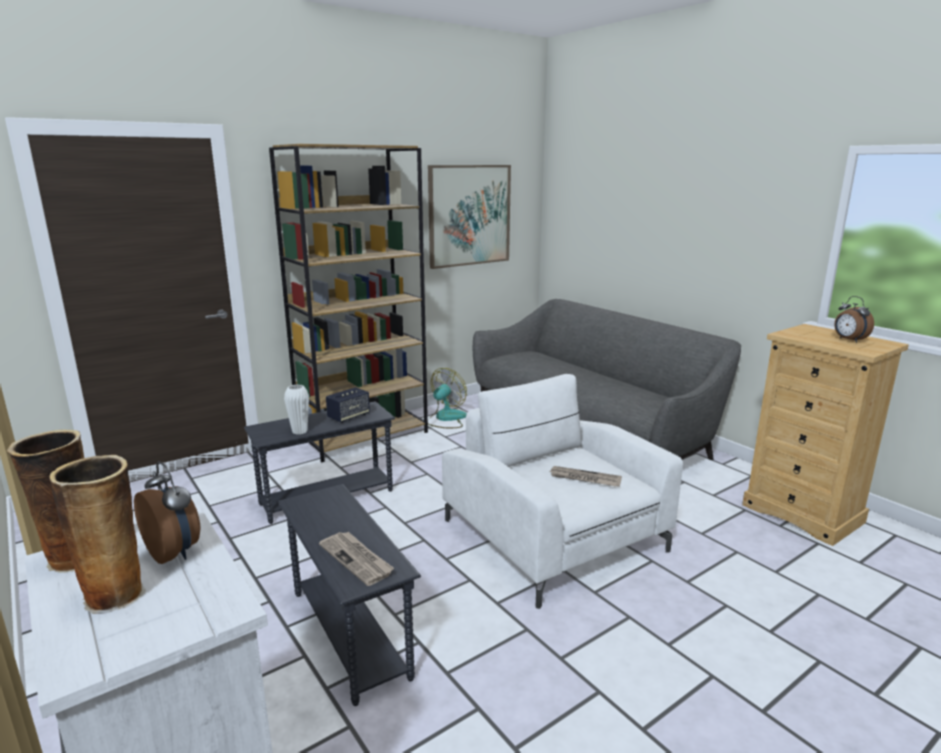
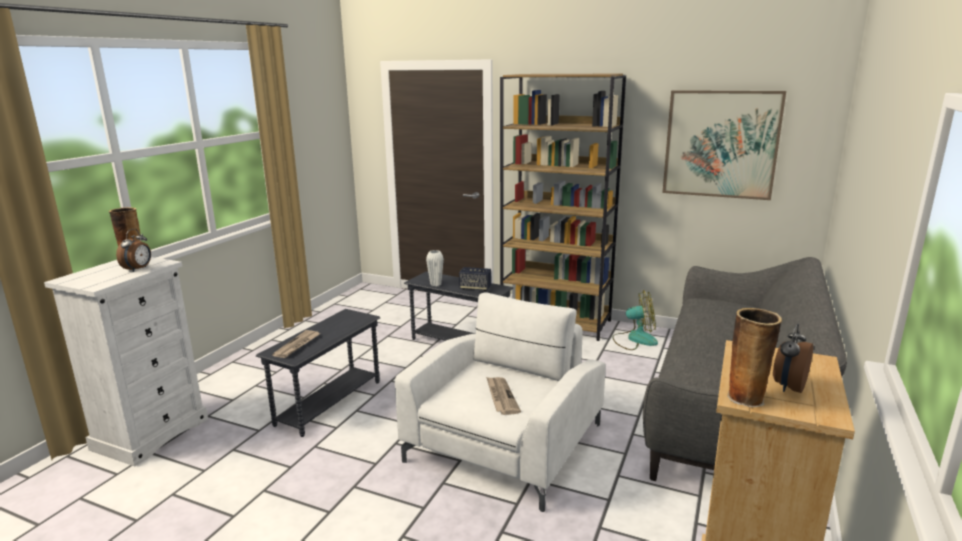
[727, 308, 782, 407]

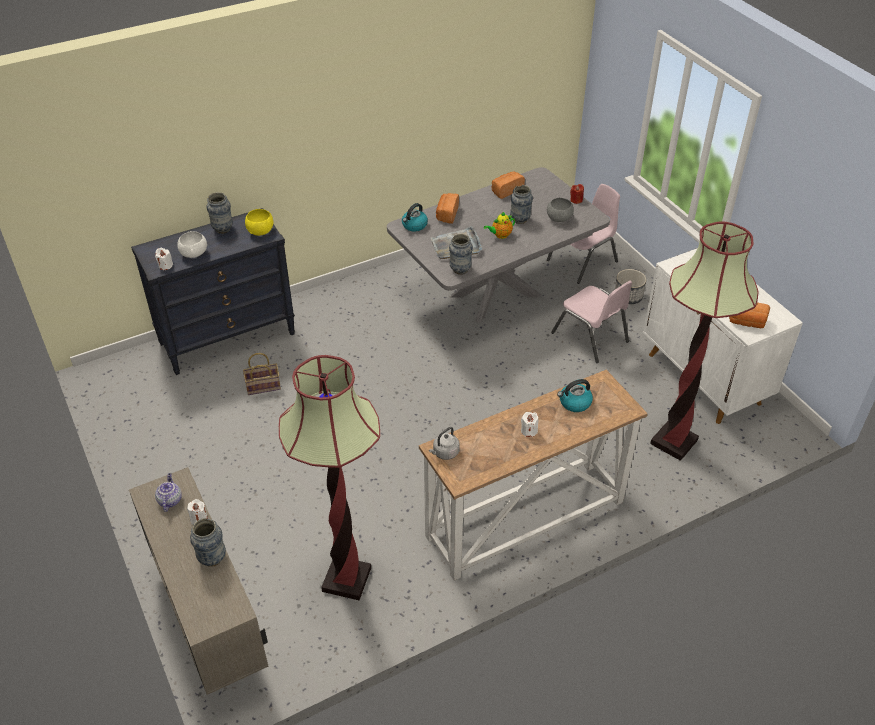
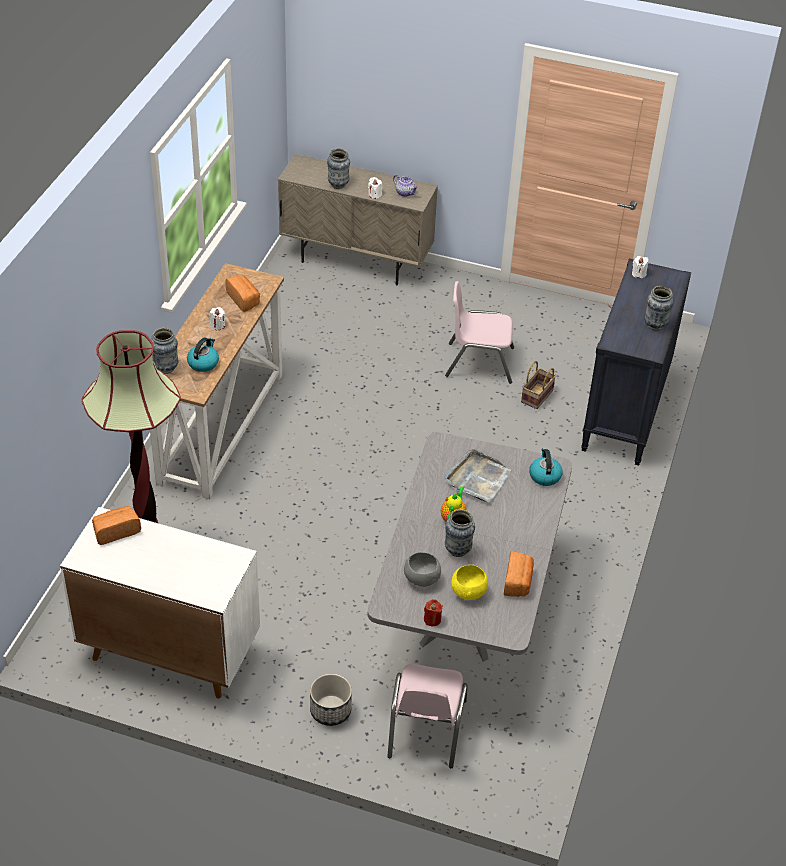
[151, 328, 179, 374]
[225, 275, 260, 312]
[445, 281, 514, 384]
[451, 565, 488, 600]
[177, 231, 207, 258] (first image)
[279, 355, 380, 600] (first image)
[429, 427, 460, 460] (first image)

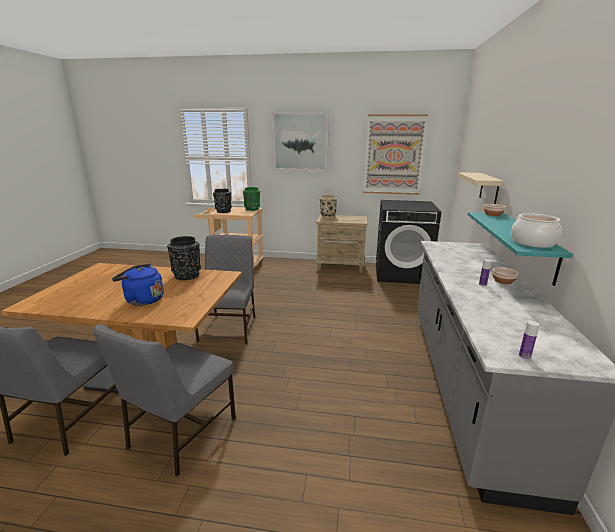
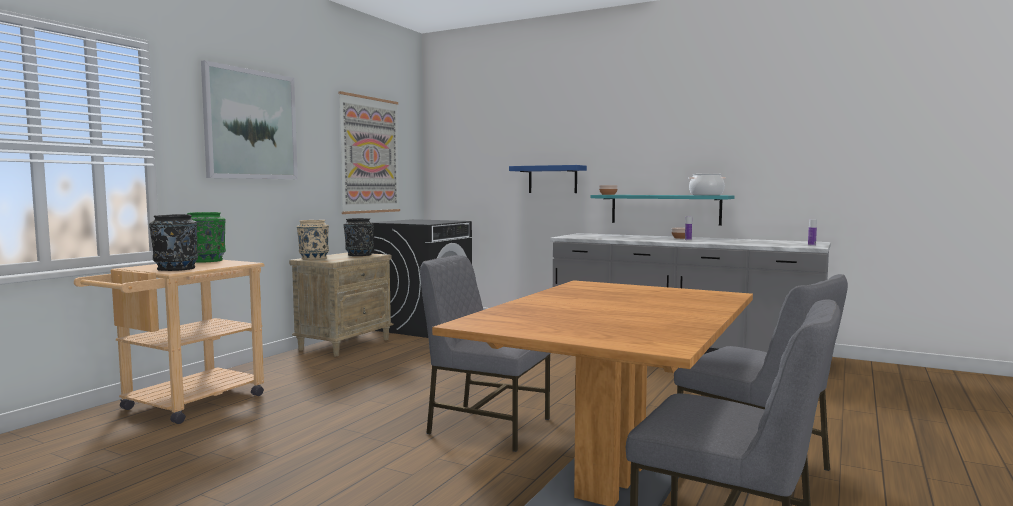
[343, 218, 374, 256]
[509, 165, 587, 193]
[112, 264, 164, 306] (first image)

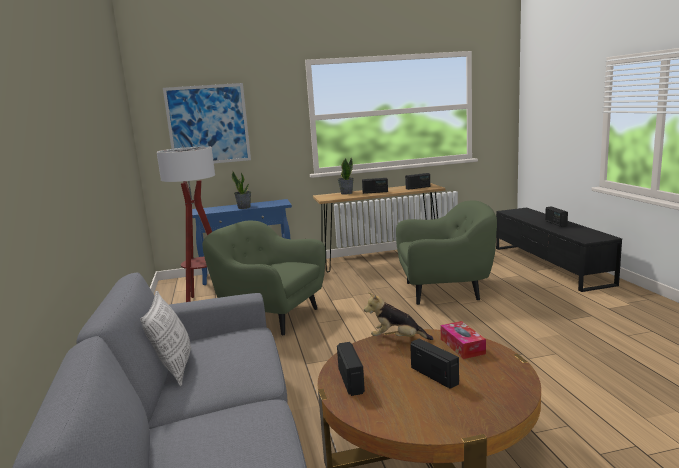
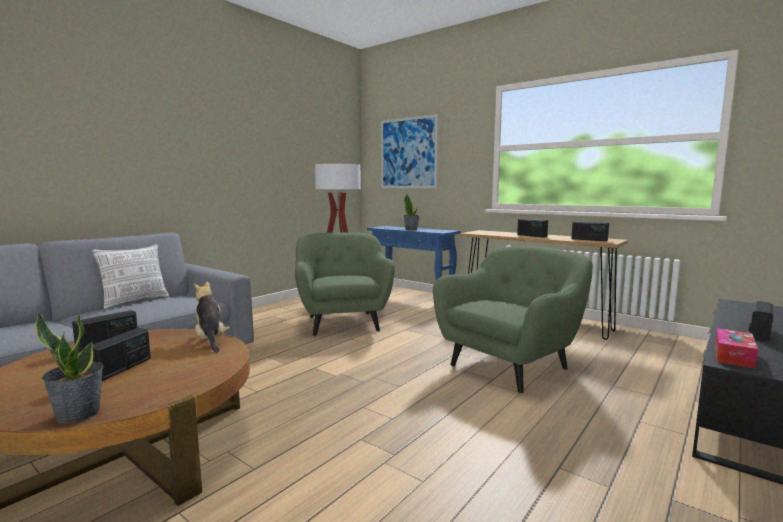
[35, 311, 104, 423]
[433, 246, 593, 393]
[715, 328, 758, 369]

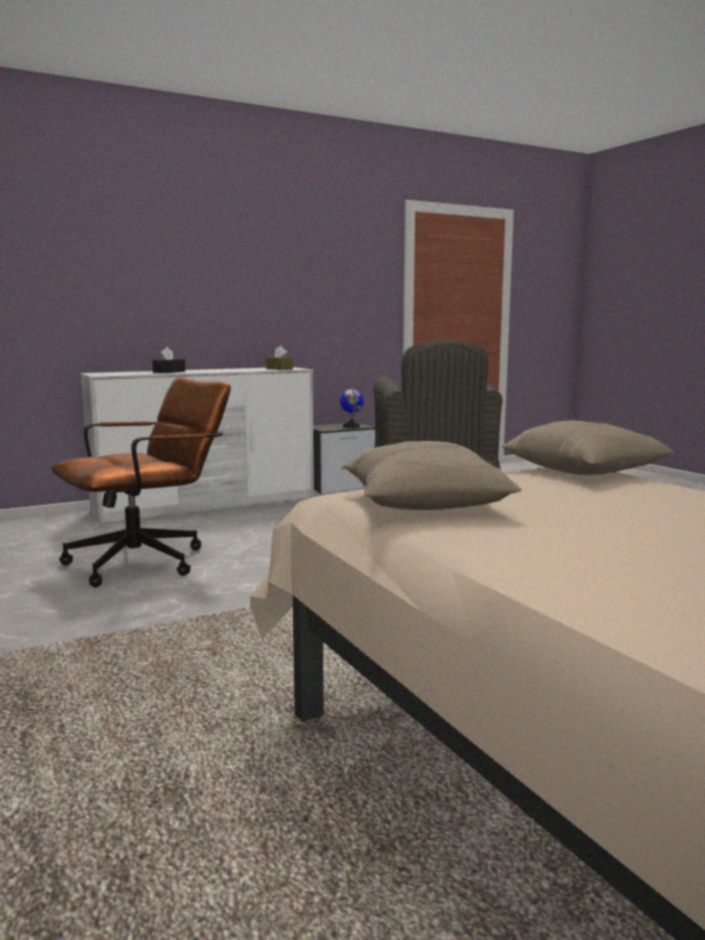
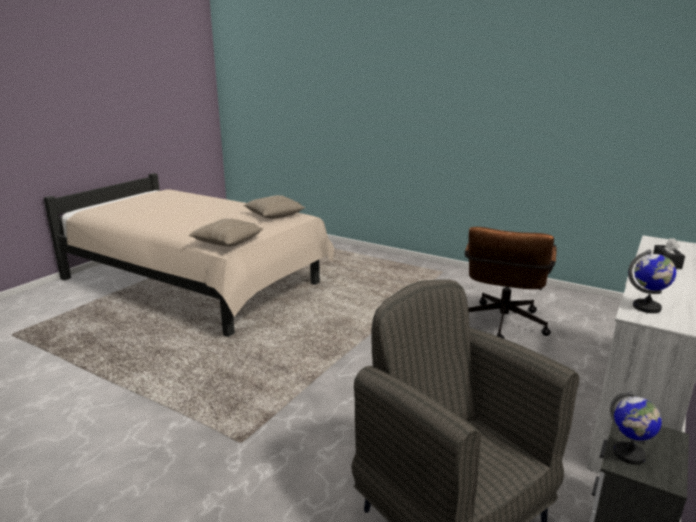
[628, 249, 676, 313]

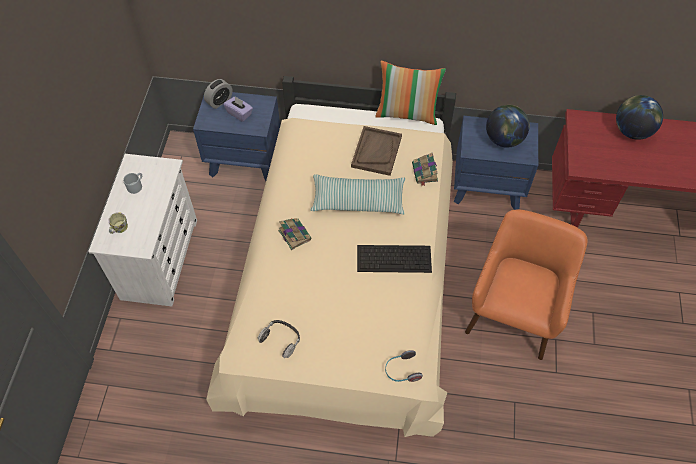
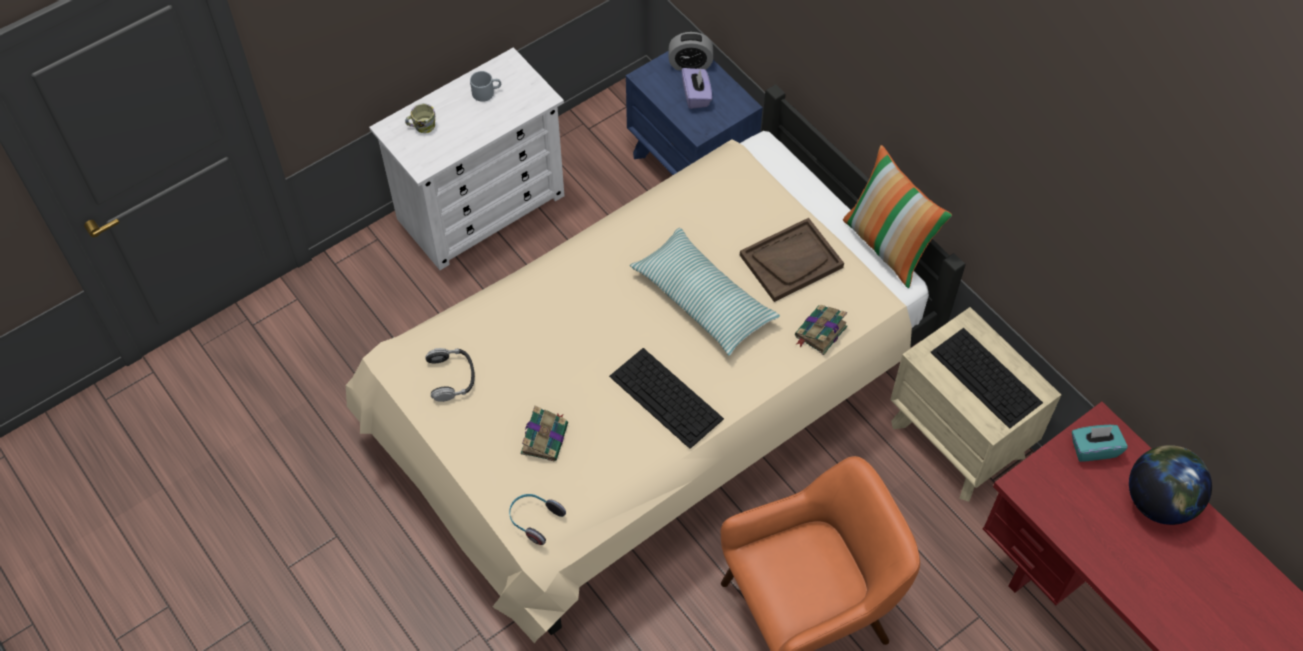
[521, 406, 568, 461]
[890, 307, 1061, 502]
[931, 328, 1043, 429]
[1072, 425, 1128, 462]

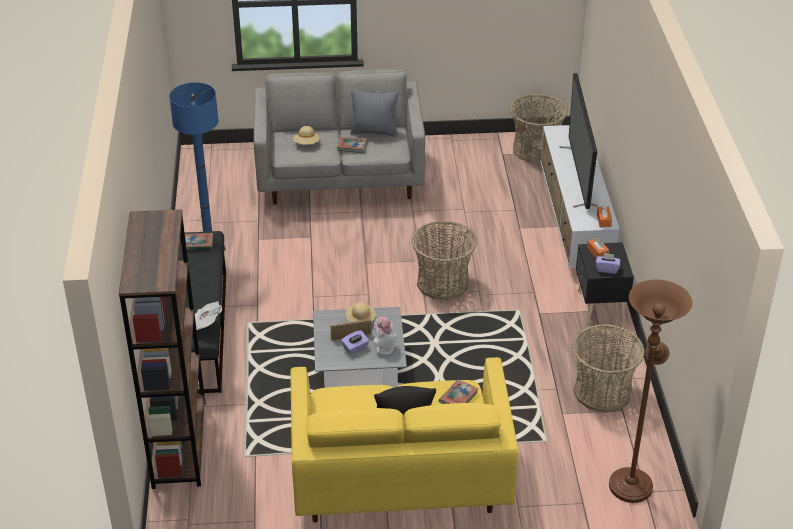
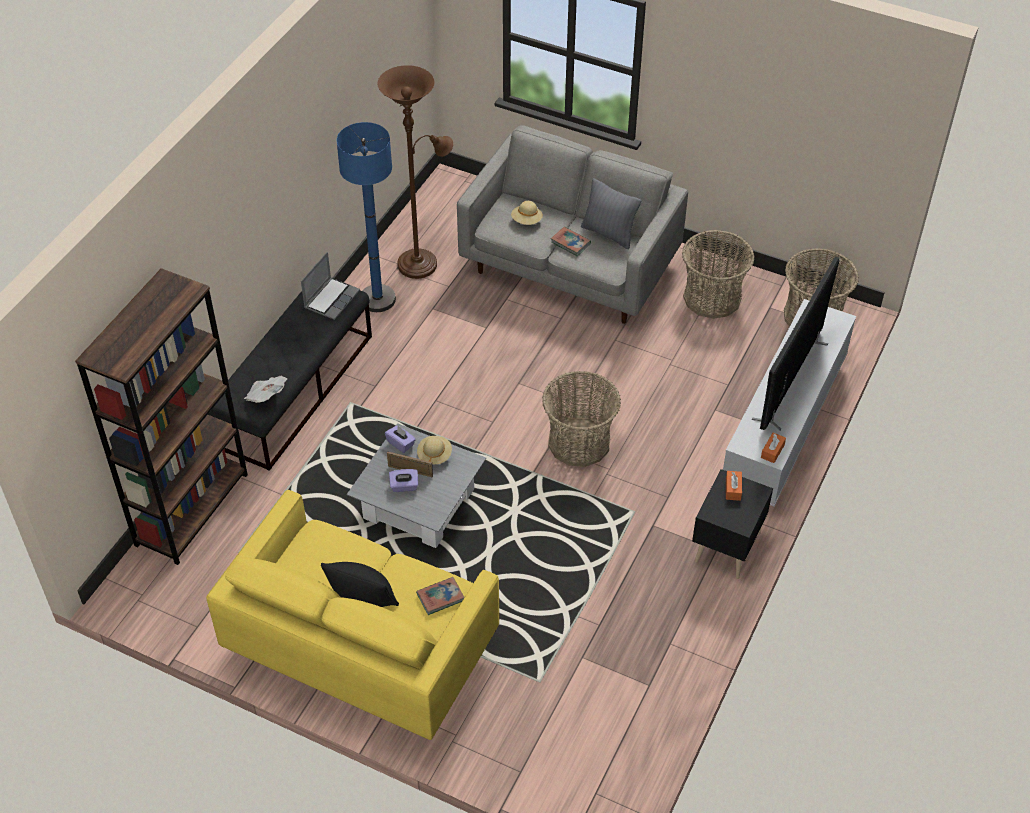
[301, 252, 360, 320]
[377, 65, 453, 279]
[385, 426, 416, 453]
[682, 230, 755, 319]
[373, 317, 397, 355] (first image)

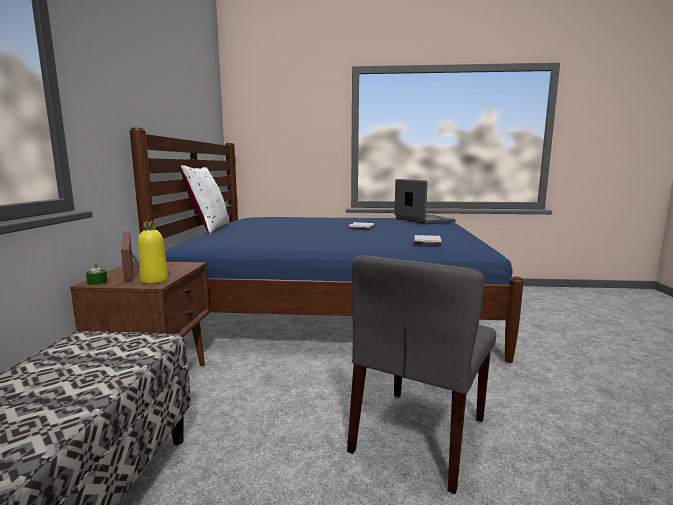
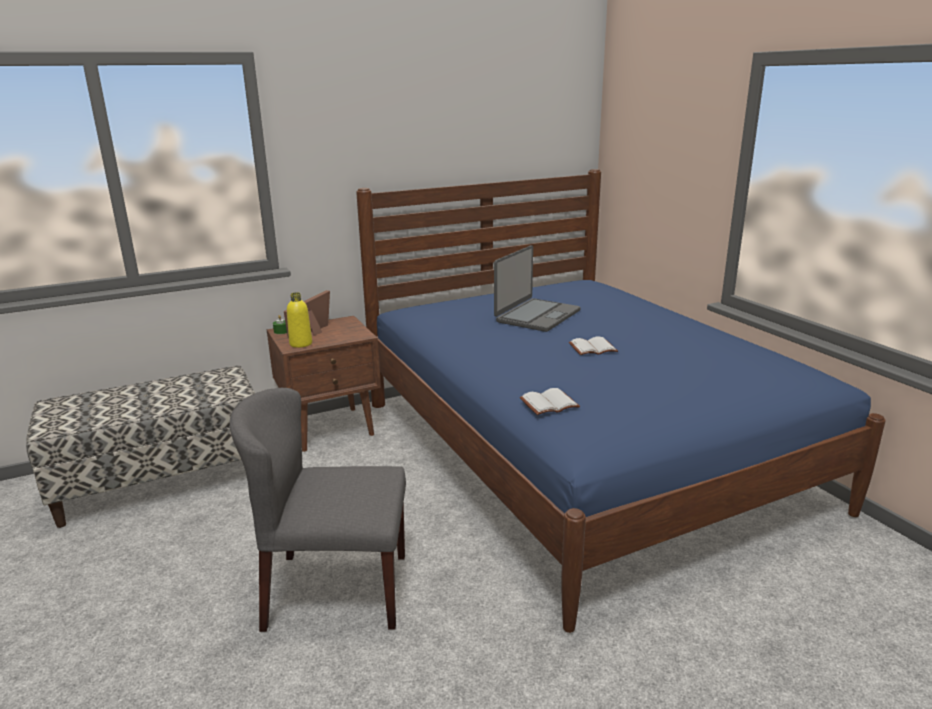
[494, 245, 580, 332]
[180, 165, 229, 234] (first image)

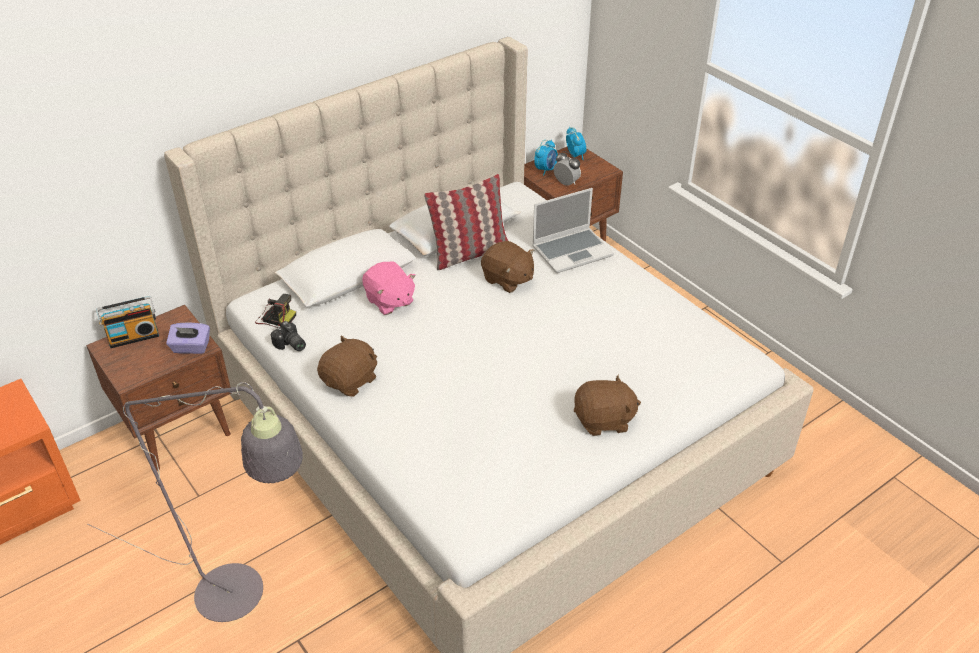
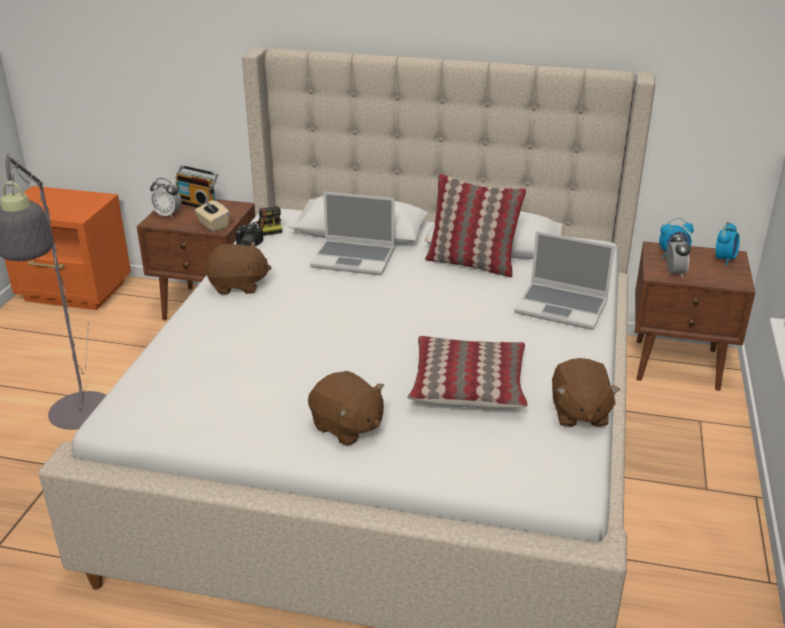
[150, 178, 182, 218]
[195, 199, 230, 232]
[310, 192, 395, 275]
[407, 336, 528, 409]
[552, 358, 621, 427]

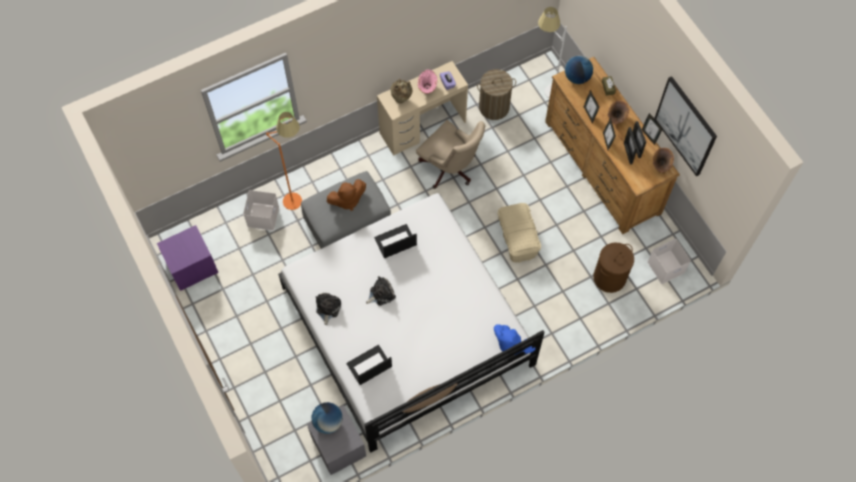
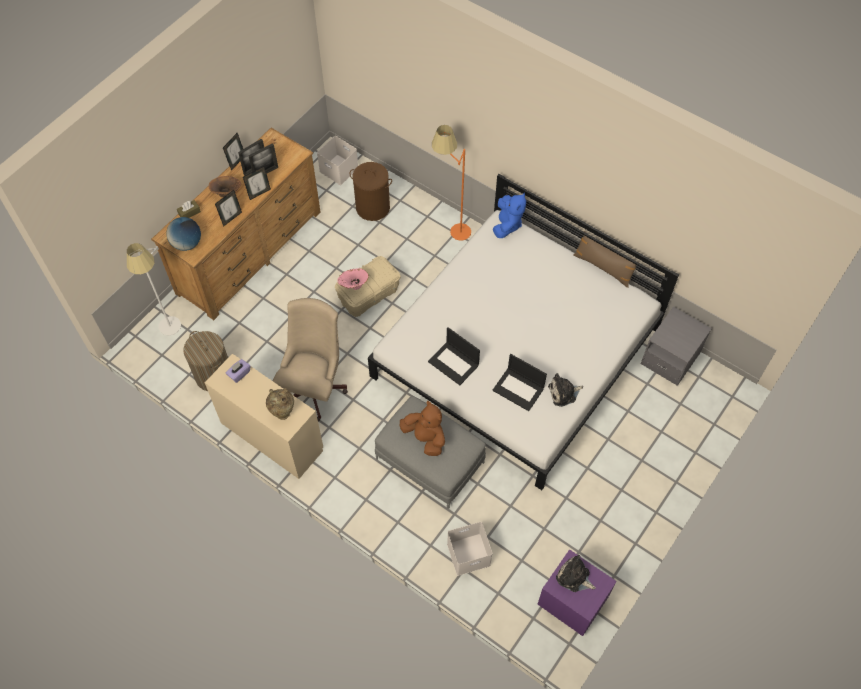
[337, 268, 369, 290]
[432, 125, 471, 241]
[492, 354, 547, 411]
[556, 555, 596, 592]
[312, 402, 343, 434] (first image)
[653, 148, 674, 173] (first image)
[654, 76, 717, 177] (first image)

